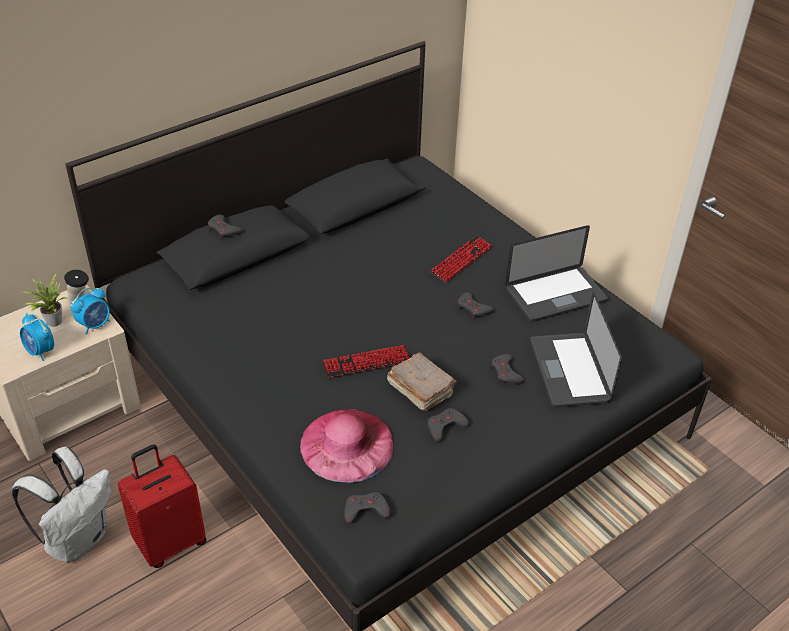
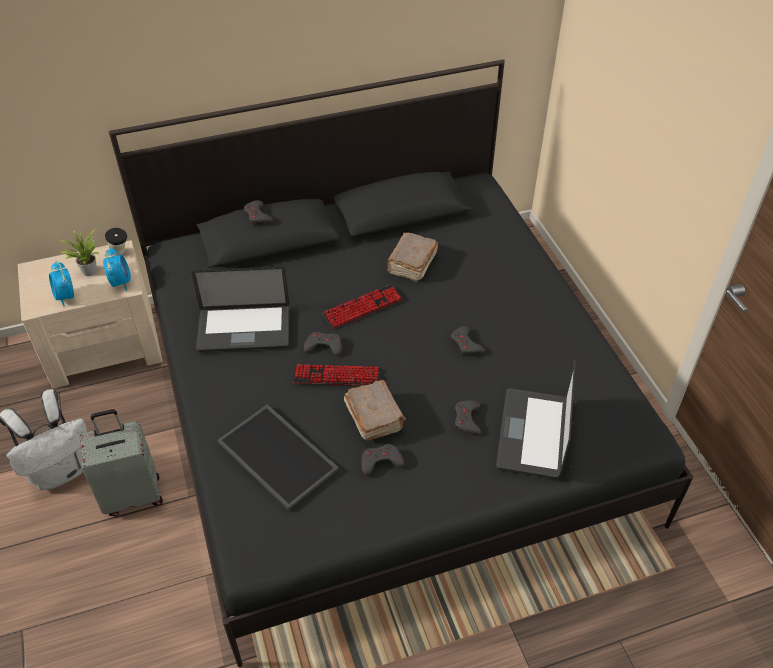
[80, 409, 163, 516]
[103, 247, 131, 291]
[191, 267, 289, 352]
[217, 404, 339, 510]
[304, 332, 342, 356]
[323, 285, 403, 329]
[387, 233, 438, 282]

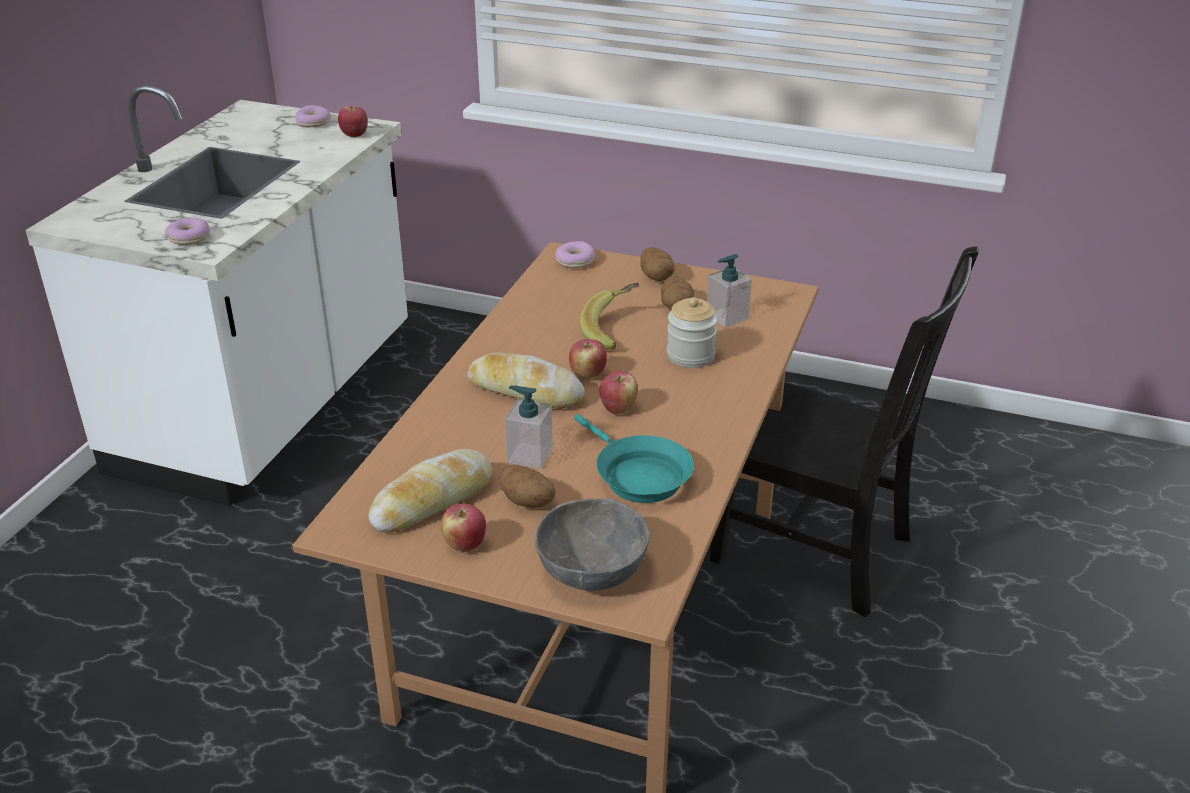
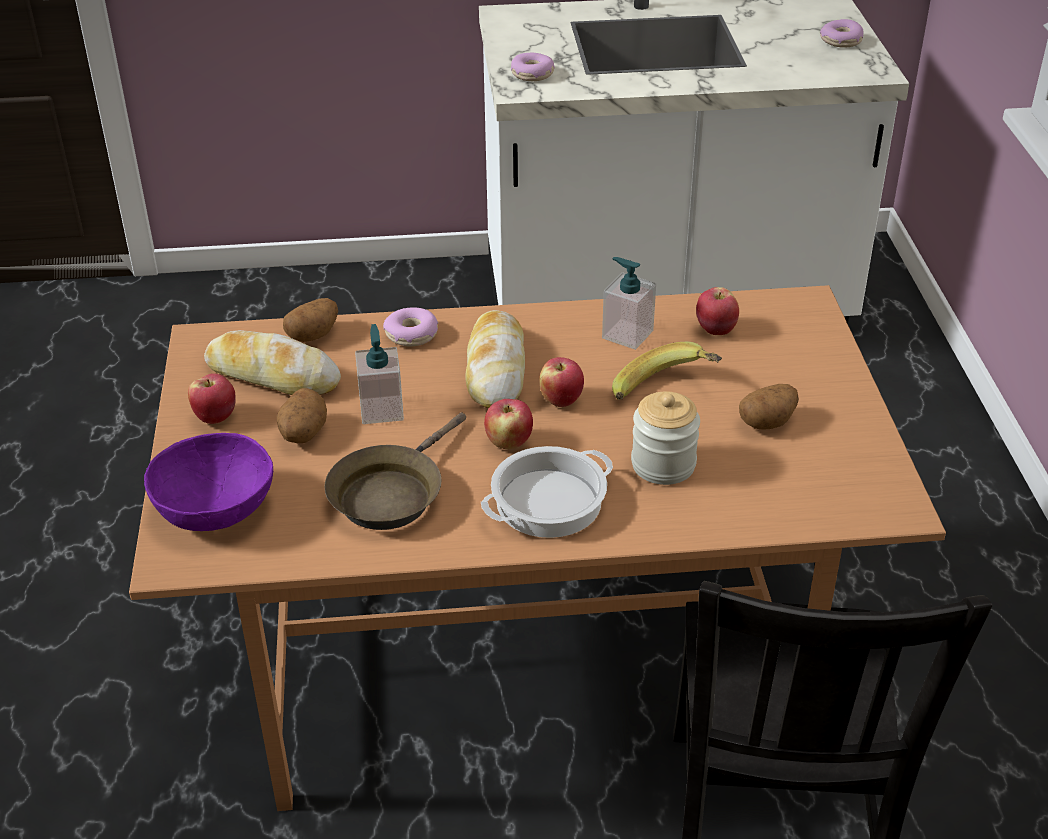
[144, 433, 273, 531]
[283, 298, 338, 342]
[324, 412, 466, 530]
[383, 307, 438, 346]
[481, 446, 613, 538]
[602, 257, 656, 350]
[696, 287, 739, 335]

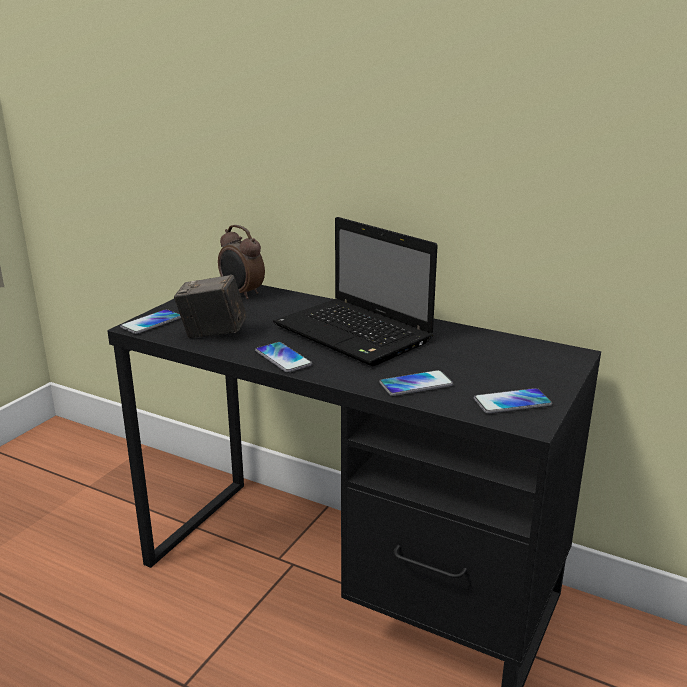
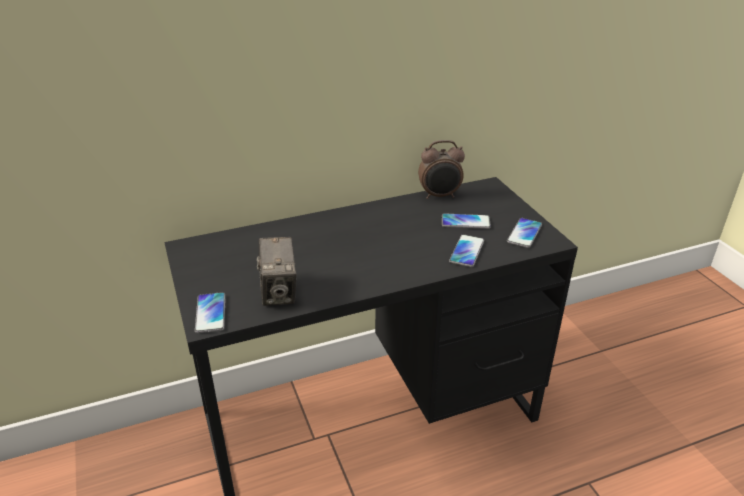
[257, 237, 297, 306]
[418, 140, 465, 199]
[442, 213, 491, 229]
[273, 217, 438, 367] (first image)

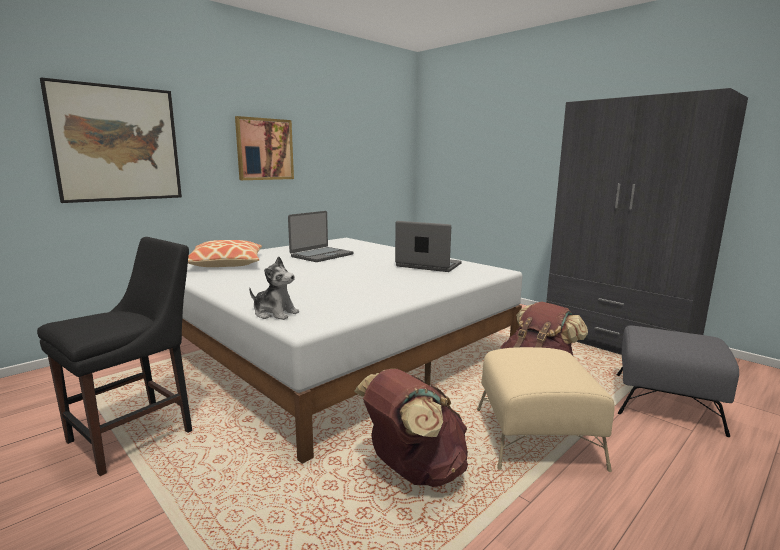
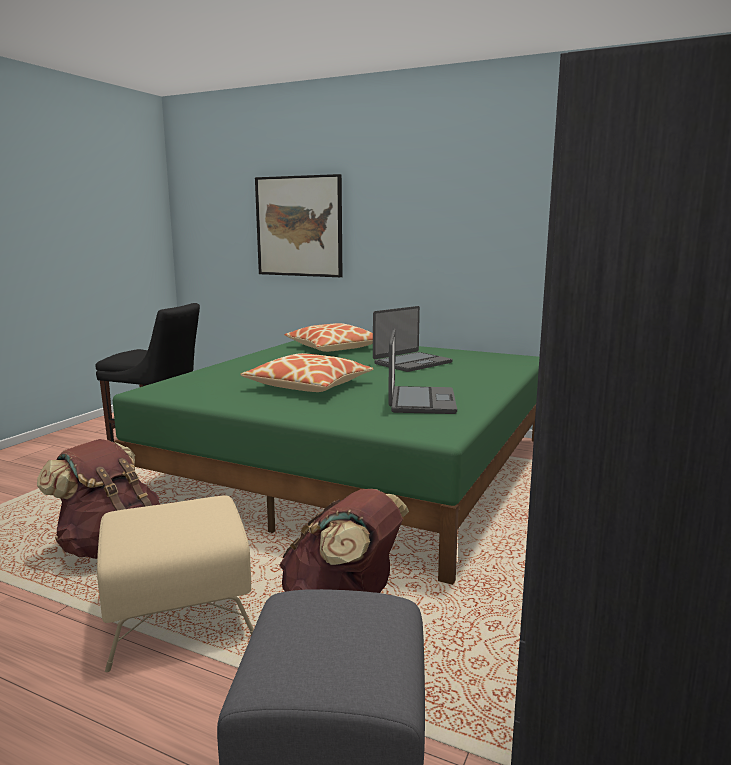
[113, 340, 539, 585]
[240, 353, 373, 392]
[373, 306, 452, 372]
[235, 116, 294, 180] (first image)
[249, 257, 299, 320] (first image)

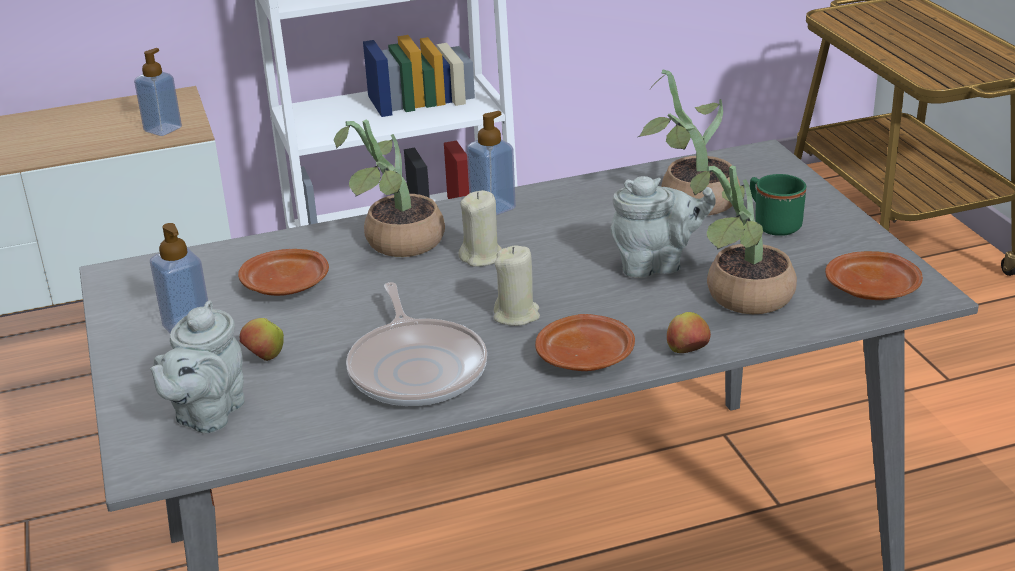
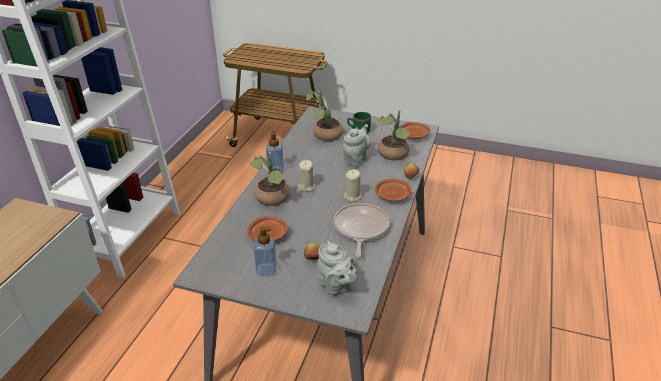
[334, 203, 390, 257]
[134, 48, 182, 136] (first image)

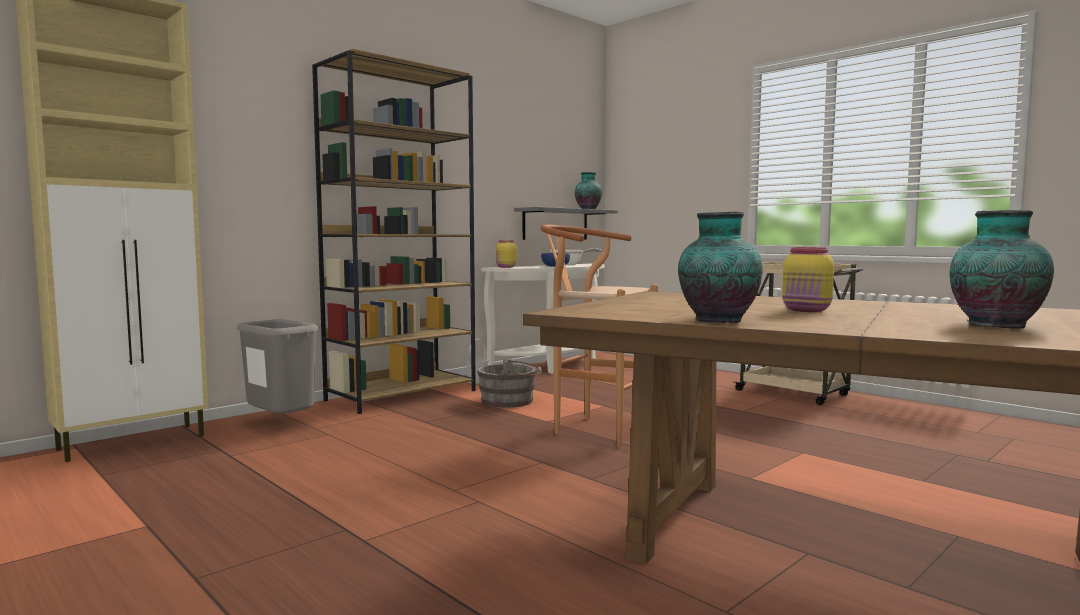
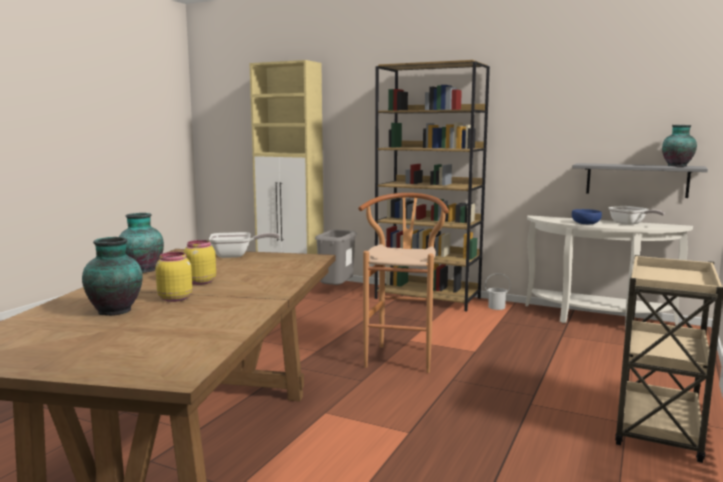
[155, 252, 192, 302]
[209, 232, 280, 258]
[477, 359, 542, 408] (first image)

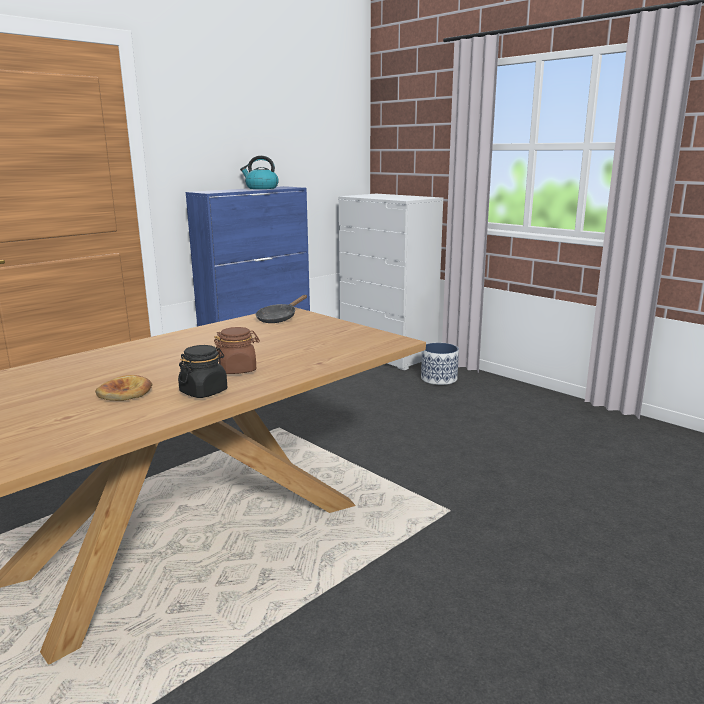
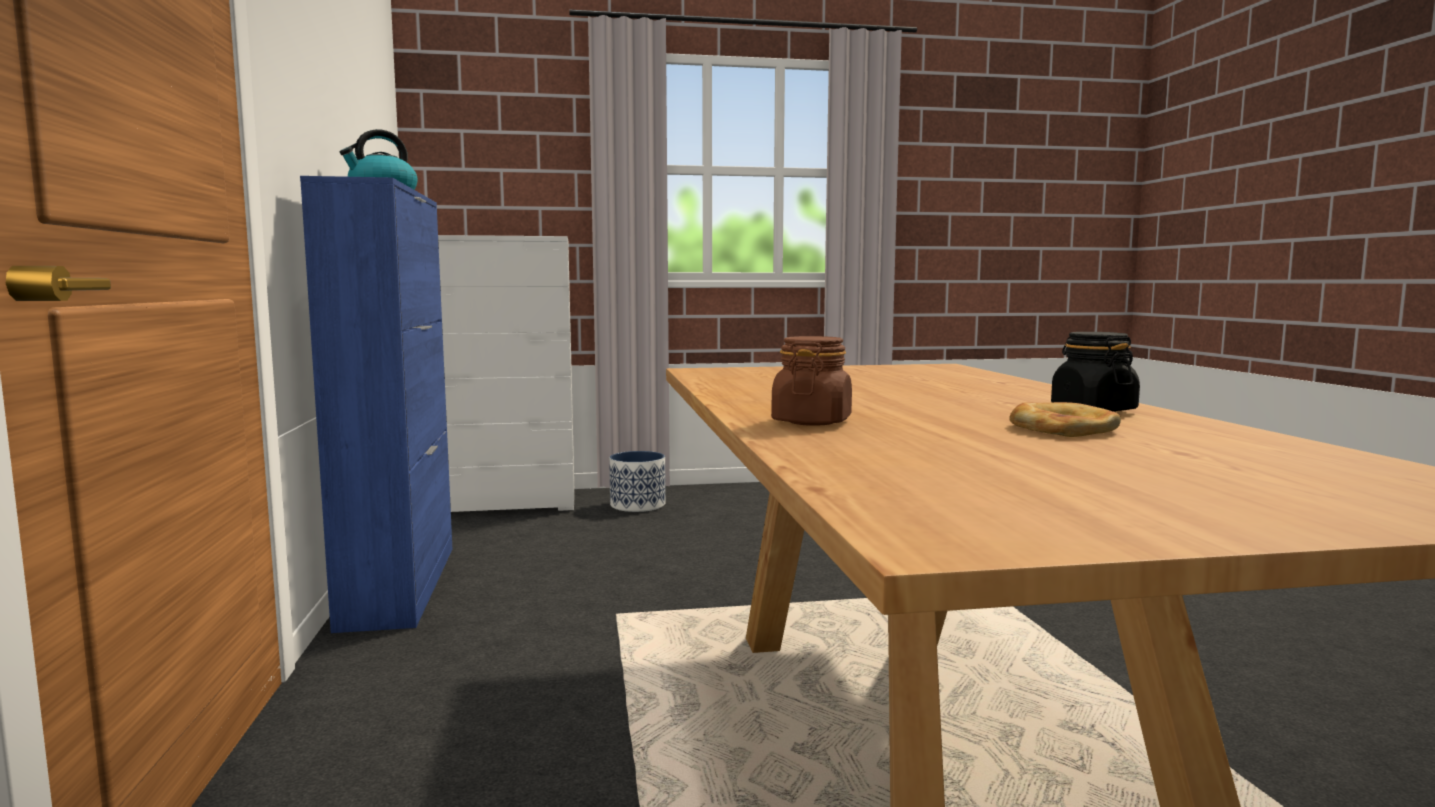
[771, 336, 852, 426]
[256, 295, 307, 323] (first image)

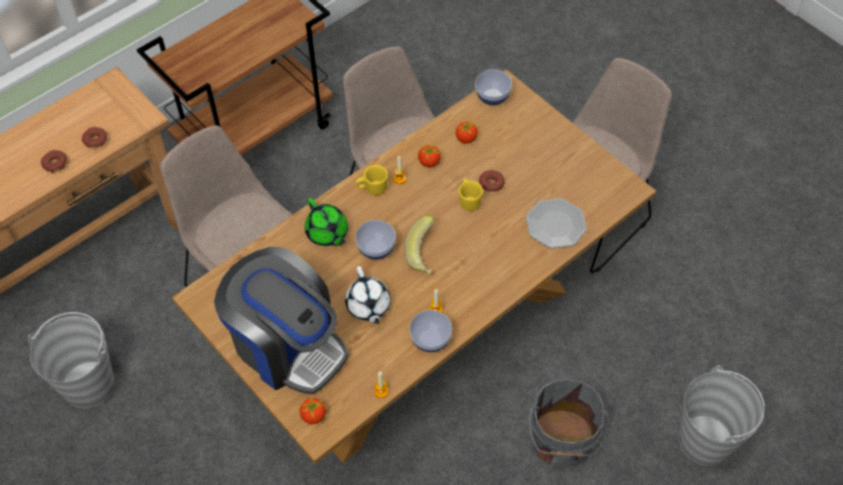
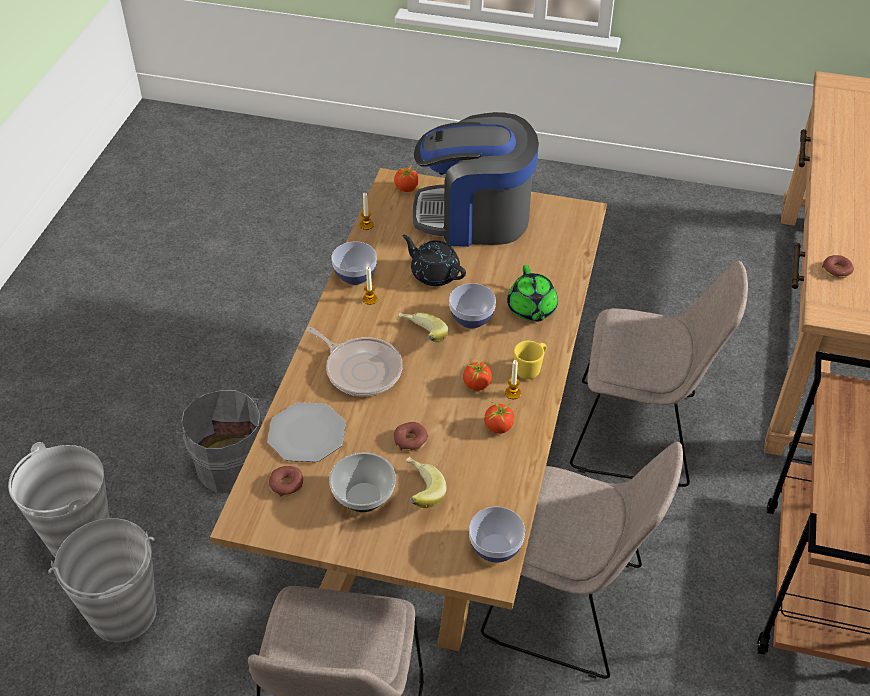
[48, 518, 156, 643]
[269, 466, 303, 497]
[307, 327, 403, 396]
[329, 452, 396, 512]
[402, 235, 466, 286]
[406, 457, 447, 508]
[463, 355, 492, 391]
[507, 265, 558, 322]
[458, 178, 483, 211] (first image)

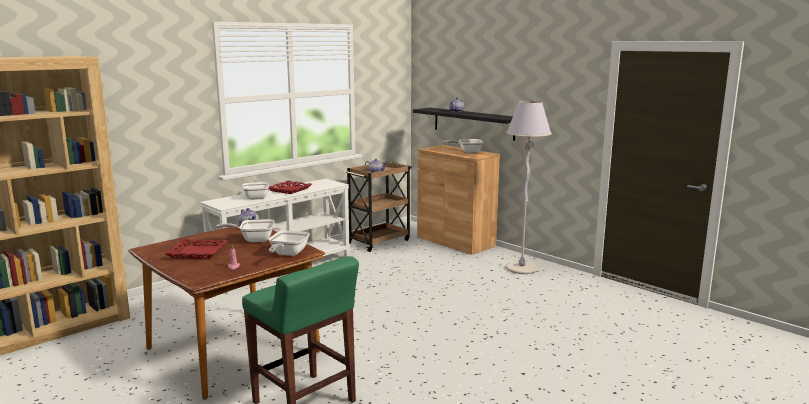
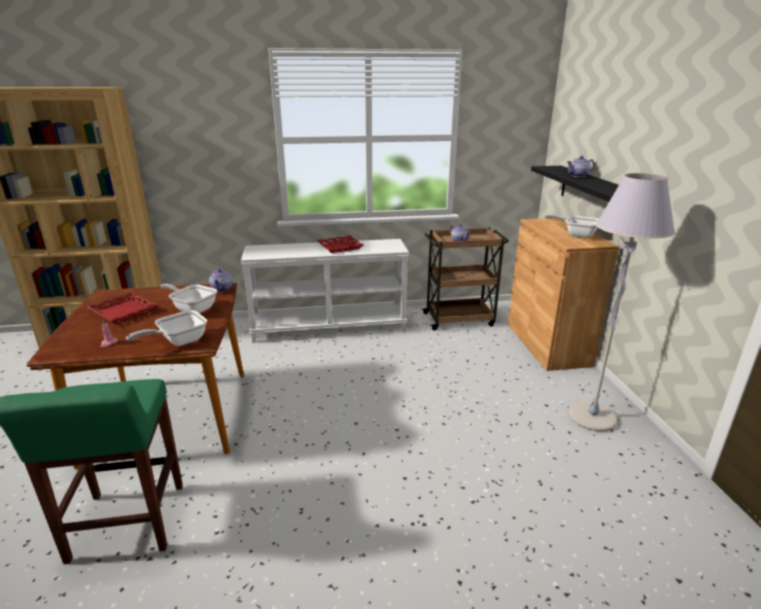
[242, 178, 269, 200] (first image)

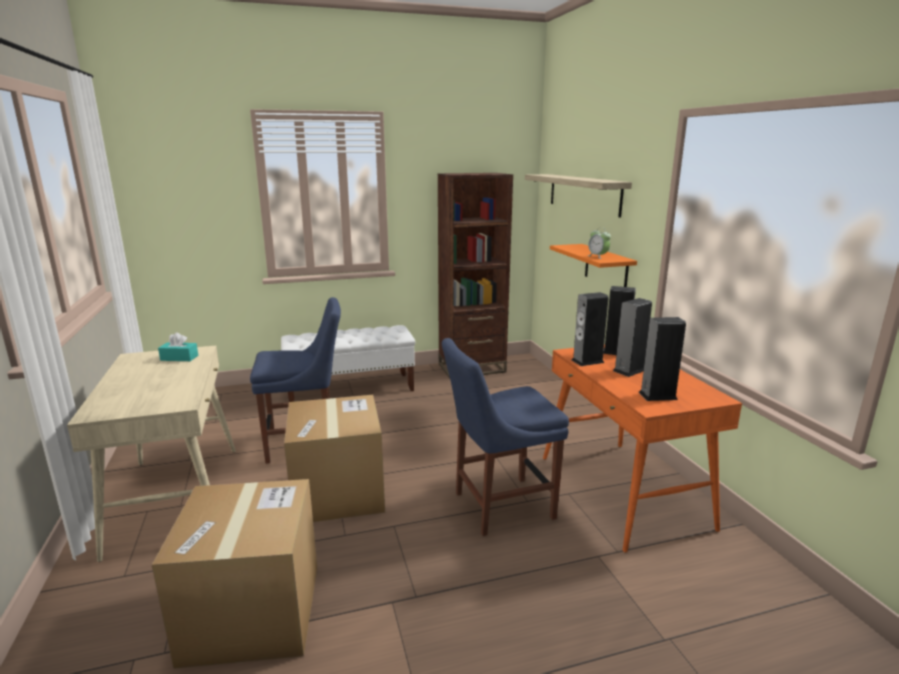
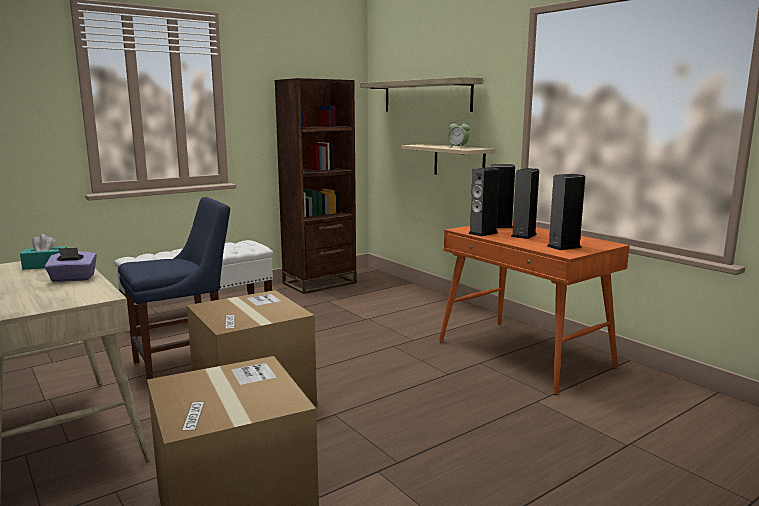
[45, 248, 97, 282]
[402, 144, 495, 175]
[442, 338, 569, 536] (first image)

